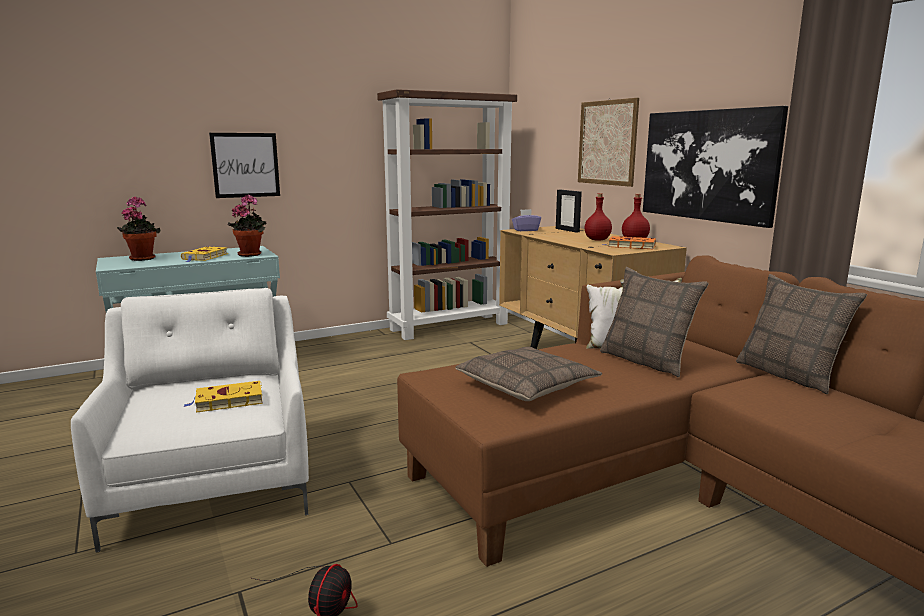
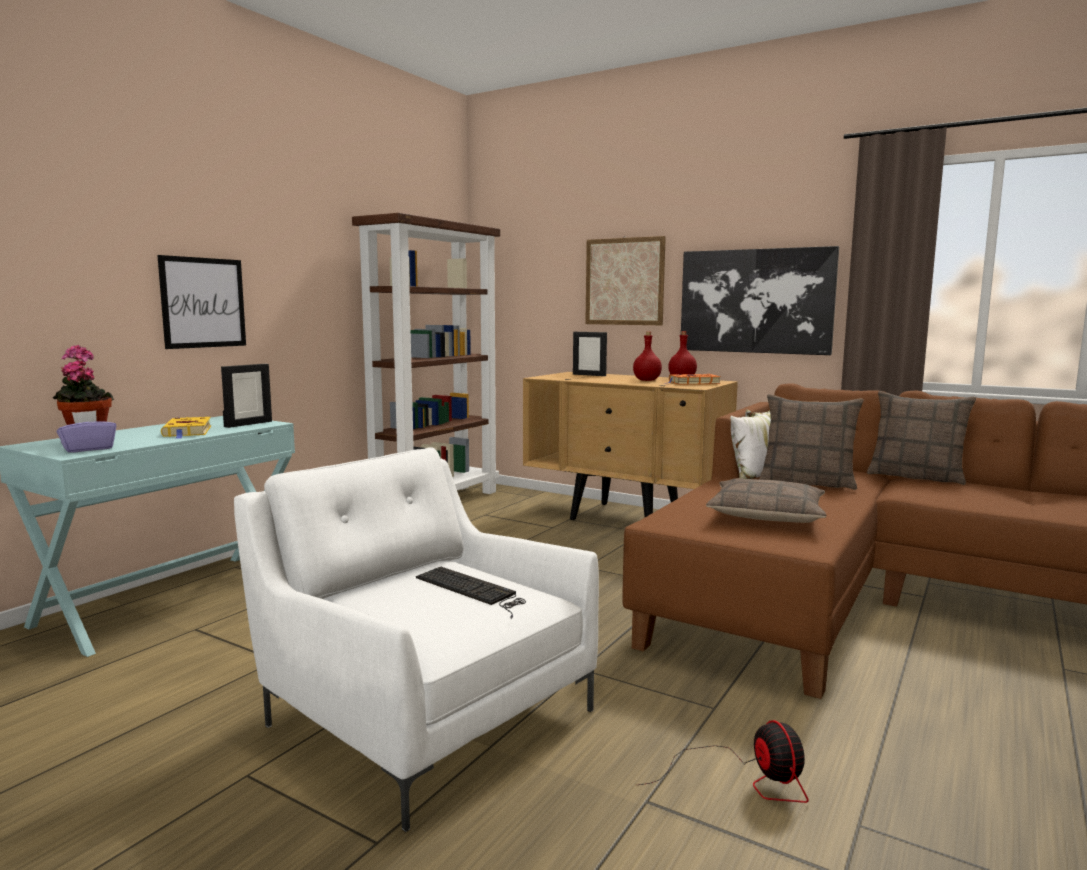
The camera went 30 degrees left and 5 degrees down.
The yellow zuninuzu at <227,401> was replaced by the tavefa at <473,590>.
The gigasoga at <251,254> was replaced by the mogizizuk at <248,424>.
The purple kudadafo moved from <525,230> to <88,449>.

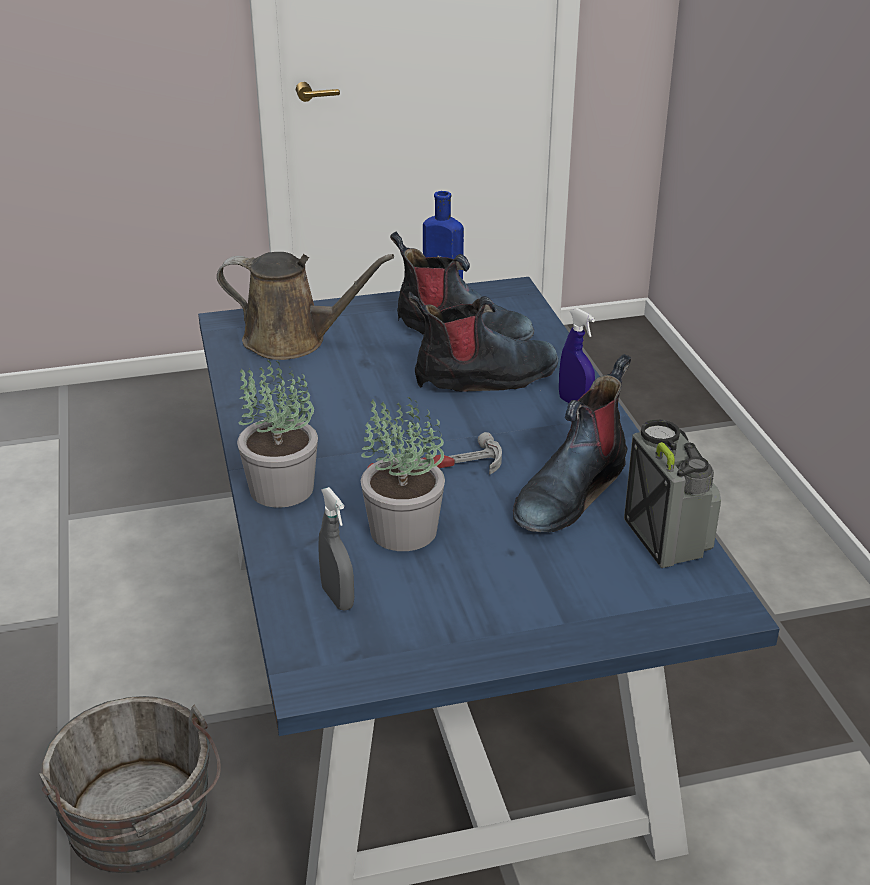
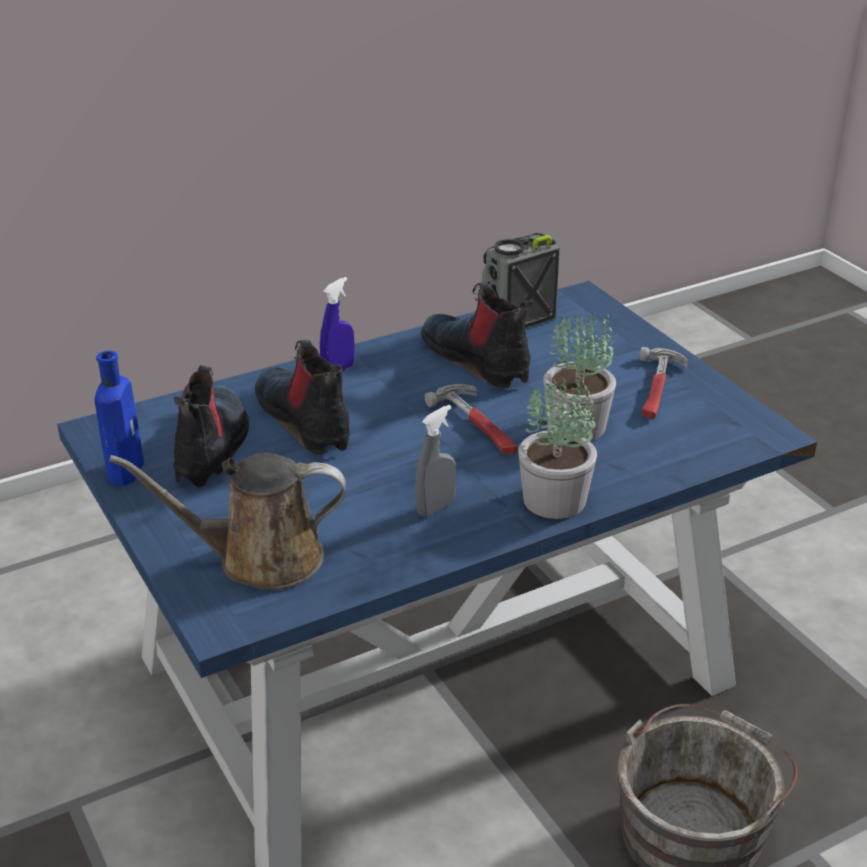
The camera went 105 degrees left and 0 degrees up.
The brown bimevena at <292,340> turned 90 degrees counterclockwise.
The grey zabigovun moved from <337,598> to <435,508>.
The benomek at <570,491> turned 150 degrees counterclockwise.
The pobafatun at <658,389> appeared.

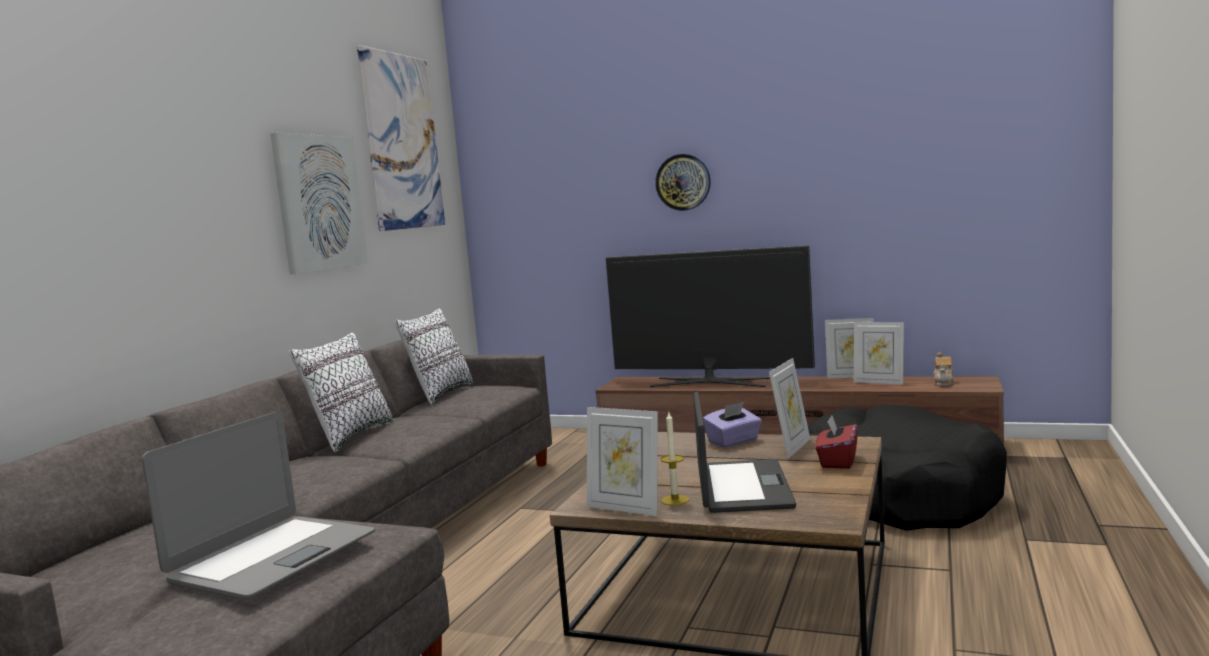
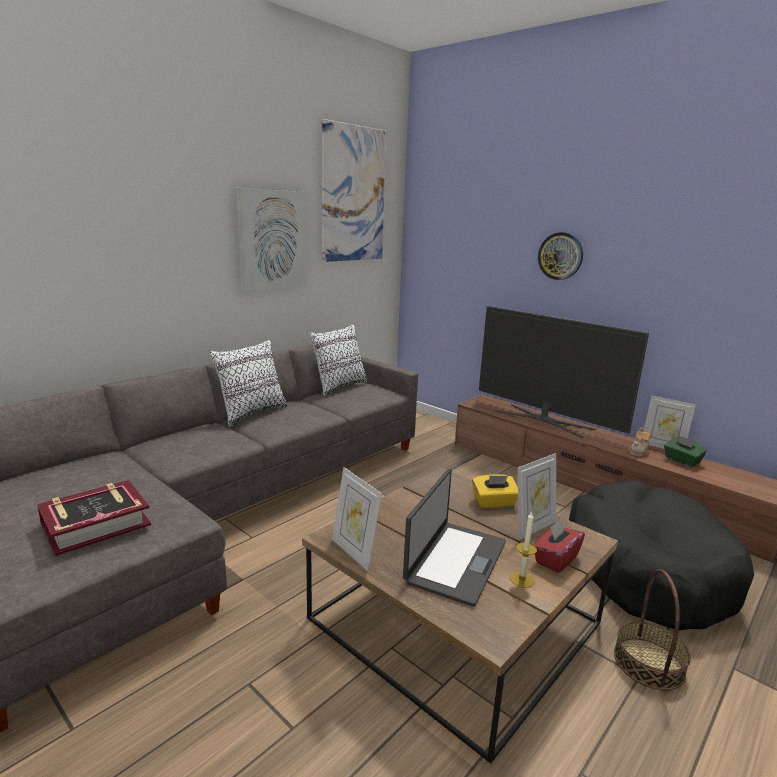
The camera went 20 degrees right and 10 degrees up.
The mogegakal at <273,558> was replaced by the zuninuzu at <96,524>.
The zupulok moved from <675,500> to <522,579>.
The purple kudadafo at <733,442> became the yellow kudadafo at <494,503>.
The mogizizuk at <879,382> was replaced by the green kudadafo at <682,461>.
The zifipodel moved from <944,383> to <639,452>.
The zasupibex at <649,663> appeared.

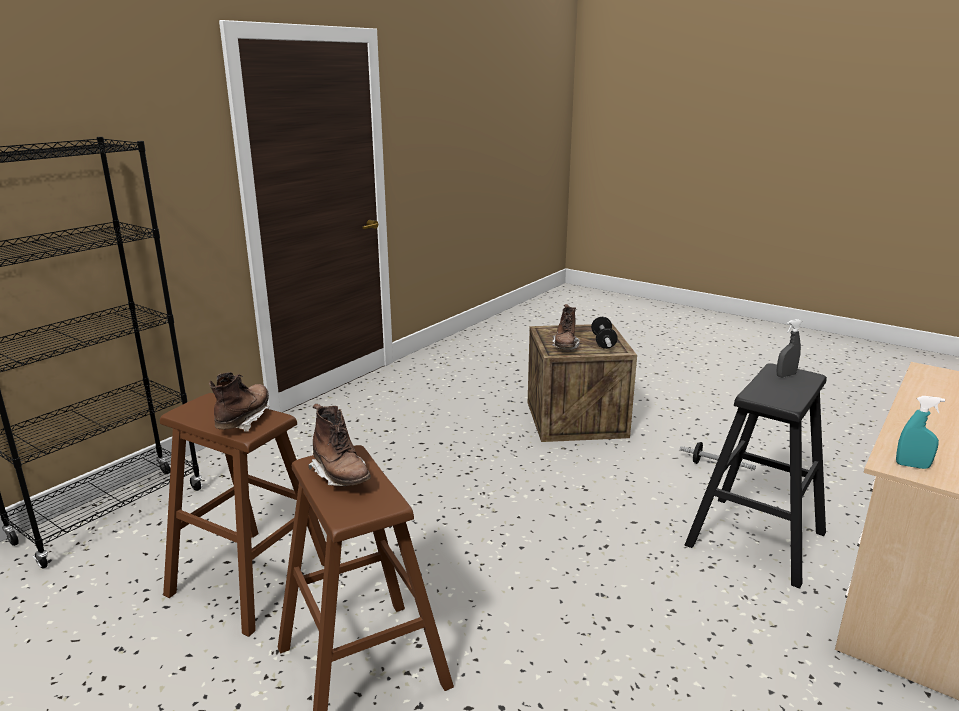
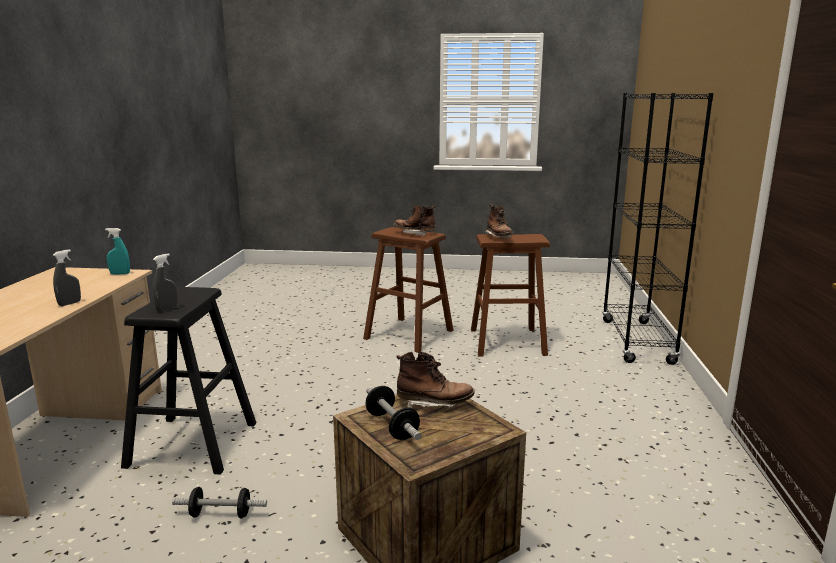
The camera went 150 degrees right and 5 degrees down.
The brown benomek at <565,346> turned 120 degrees clockwise.
The grey zabigovun at <69,303> appeared.

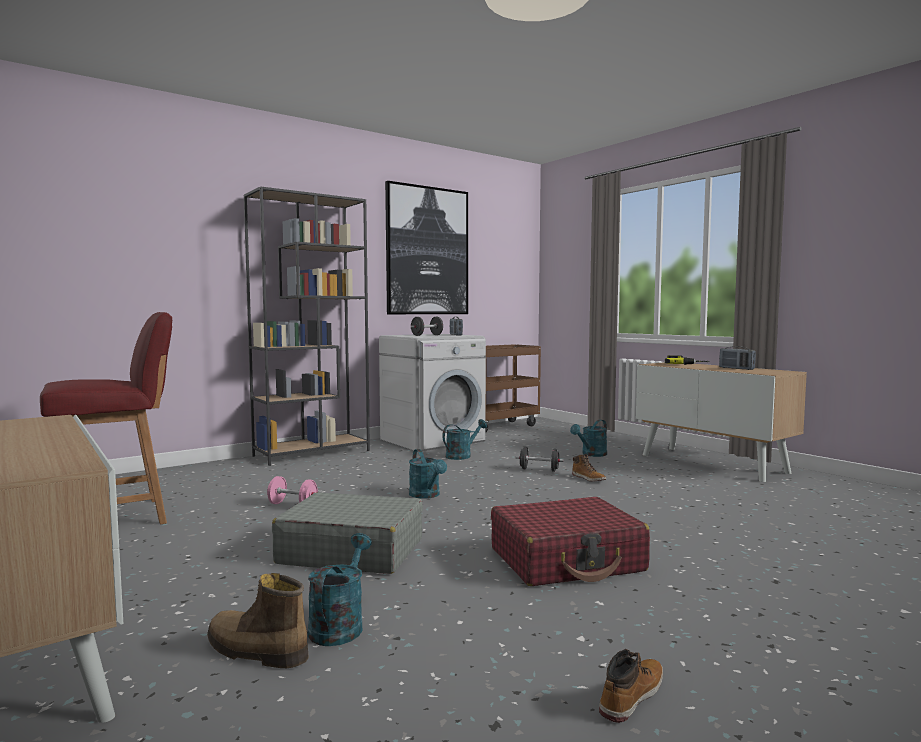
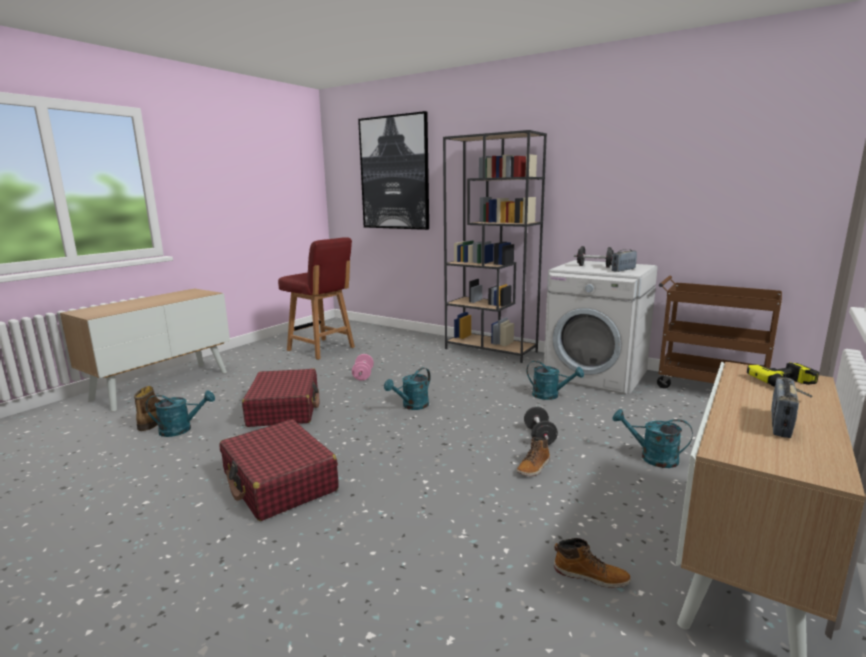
The camera went 70 degrees right and 10 degrees up.
The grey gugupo at <351,551> became the red gugupo at <284,409>.
The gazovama moved from <427,251> to <394,173>.
The benomek moved from <630,696> to <590,575>.

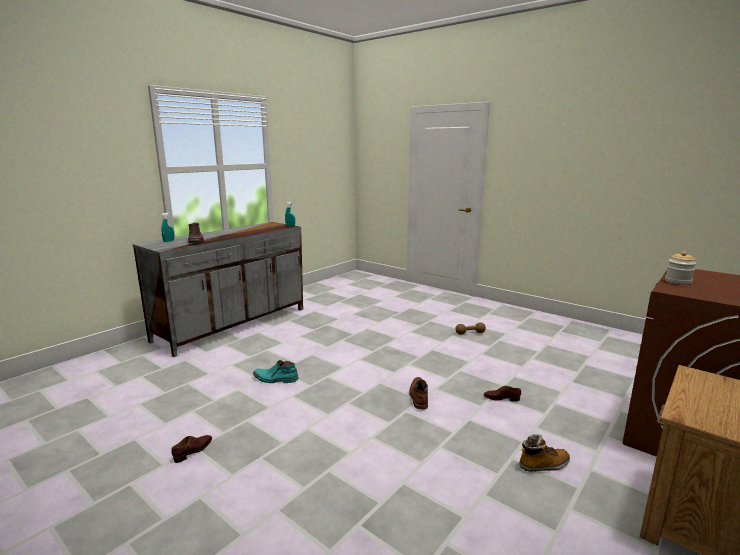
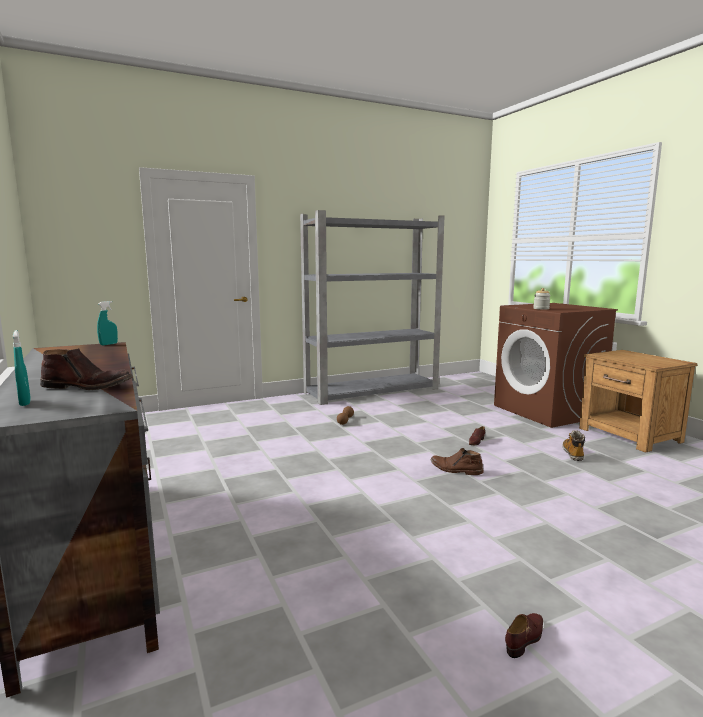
The camera went 65 degrees left and 5 degrees down.
The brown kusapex at <193,451> turned 75 degrees clockwise.
The turquoise benomek at <275,379> disappeared.
The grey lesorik at <372,391> appeared.

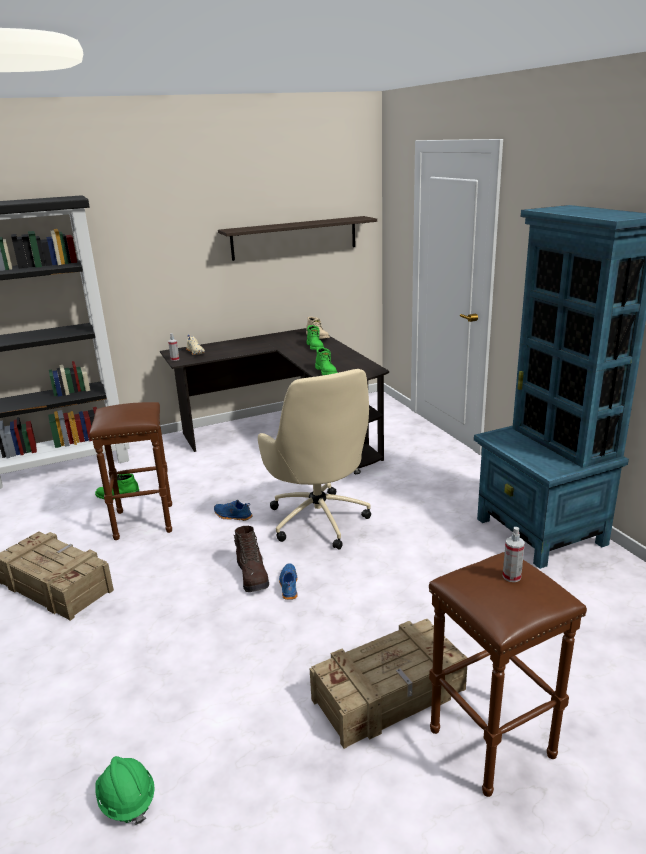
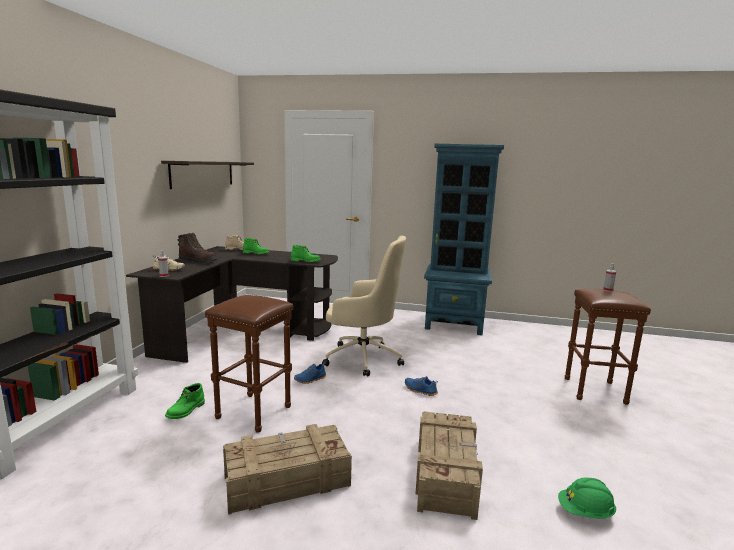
The camera went 55 degrees left and 10 degrees down.
The brown benomek moved from <253,576> to <198,261>.
The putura moved from <390,695> to <446,473>.

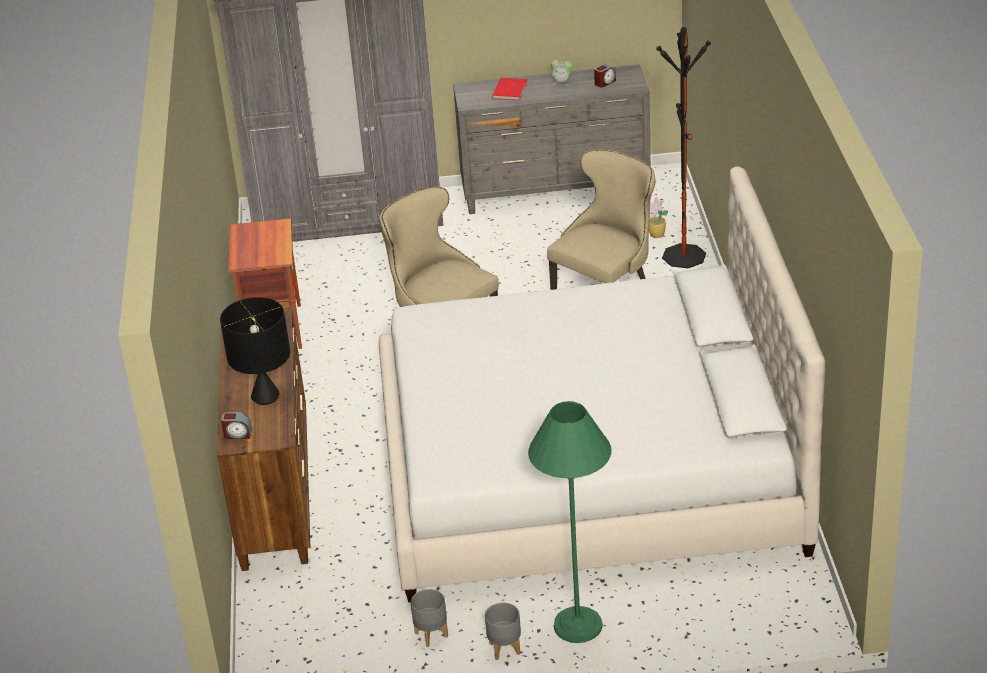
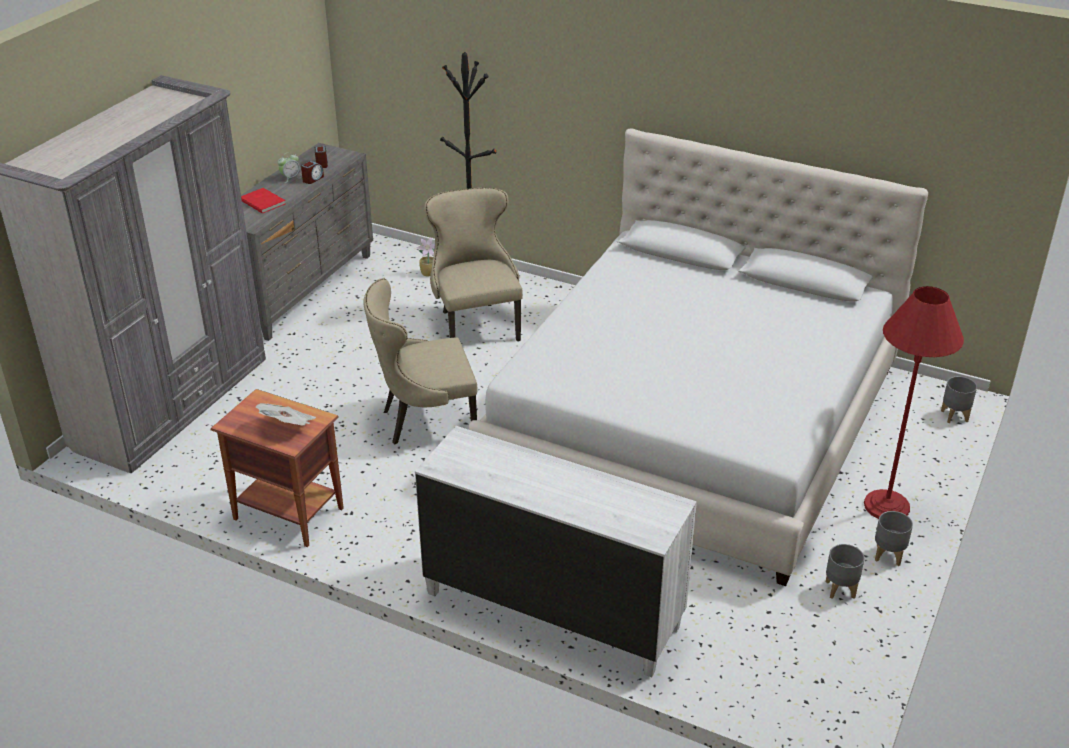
The camera went 60 degrees left and 0 degrees up.
The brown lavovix at <276,492> became the white lavovix at <551,609>.
The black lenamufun at <265,398> disappeared.
The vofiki moved from <237,434> to <313,179>.
The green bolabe at <578,625> became the red bolabe at <887,506>.
The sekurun at <288,426> appeared.
The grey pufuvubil at <954,416> appeared.

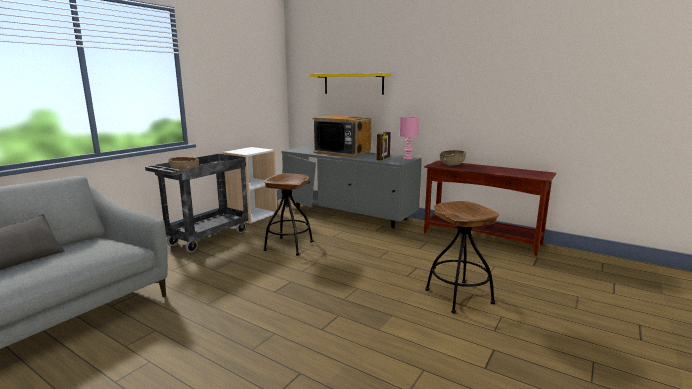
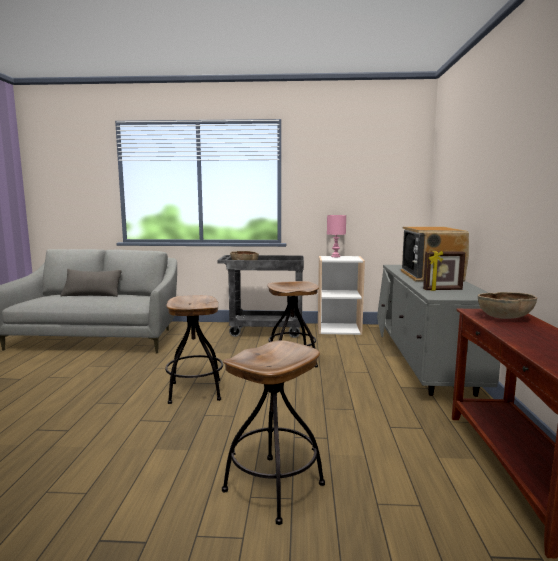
The camera went 60 degrees right and 5 degrees down.
The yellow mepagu at <353,84> disappeared.
The pink lenamufun moved from <408,158> to <335,256>.
The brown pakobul at <195,390> appeared.

